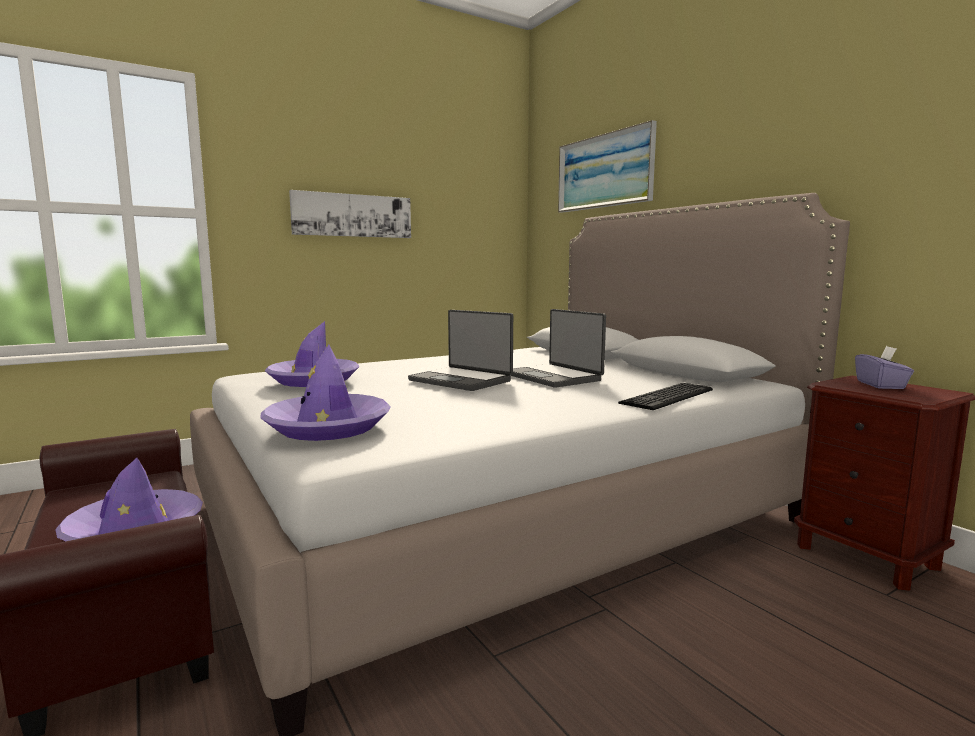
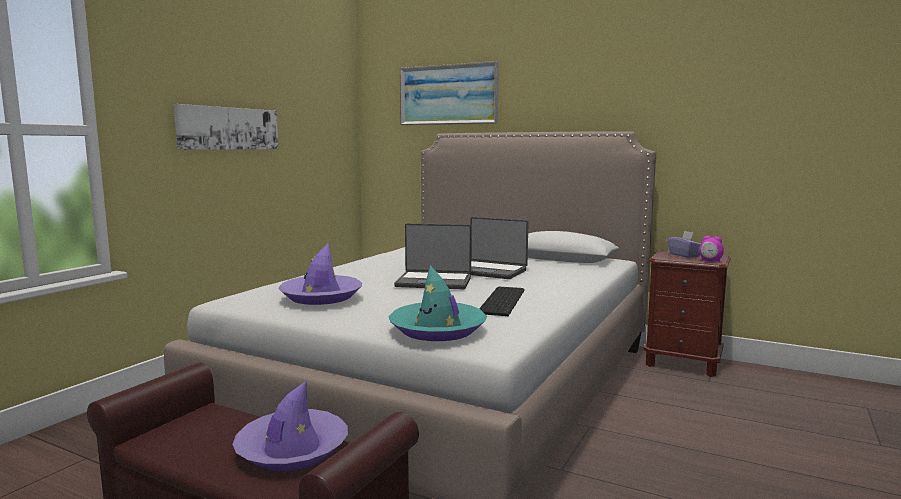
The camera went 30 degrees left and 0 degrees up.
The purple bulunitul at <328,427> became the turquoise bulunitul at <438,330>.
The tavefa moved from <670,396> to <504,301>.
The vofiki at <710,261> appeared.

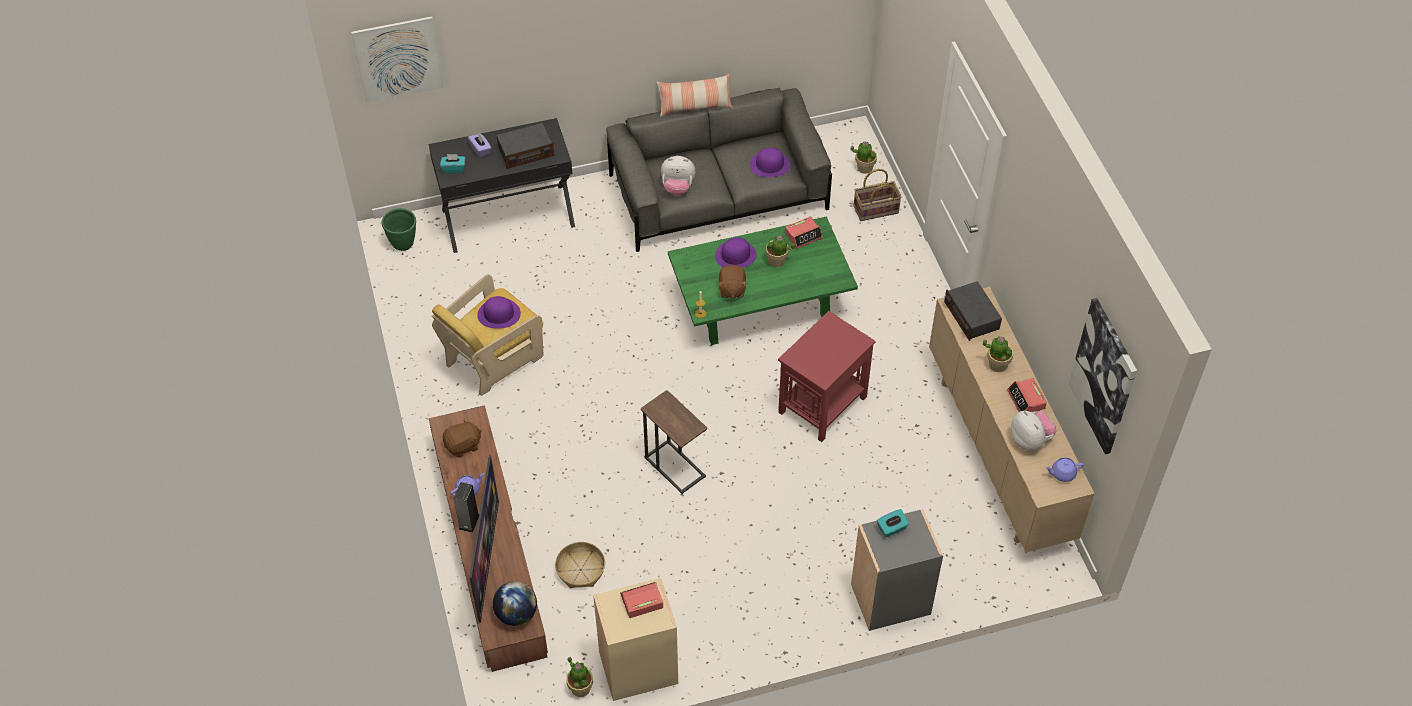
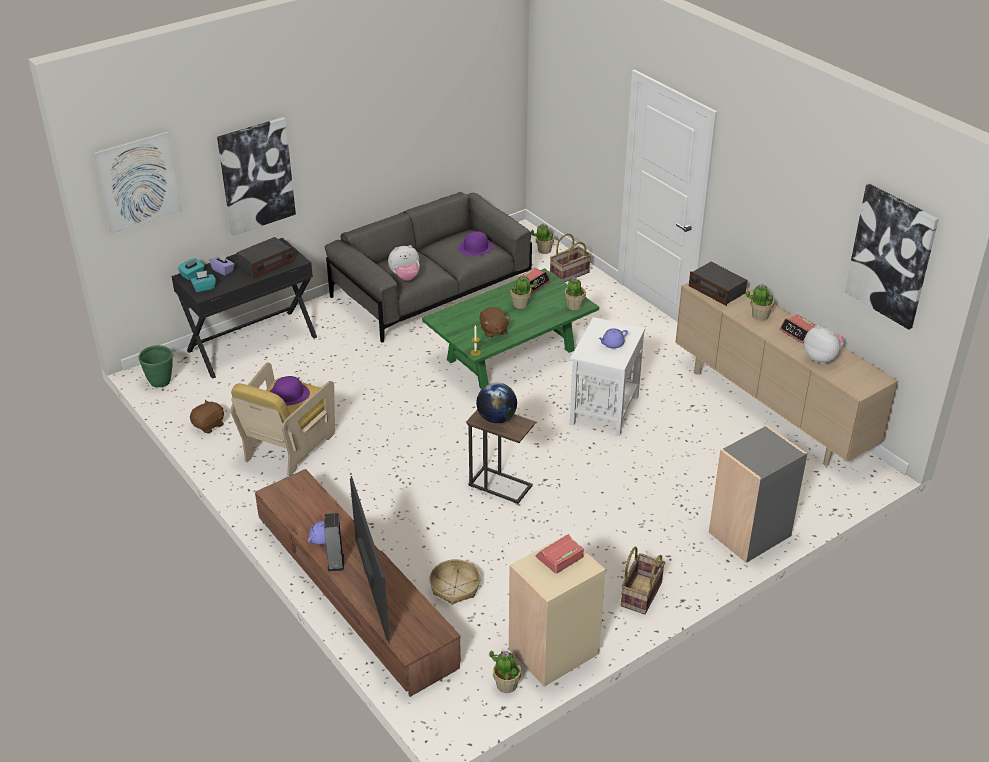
The camera went 20 degrees left and 15 degrees down.
The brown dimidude moved from <463,446> to <209,425>.
The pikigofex moved from <516,614> to <496,418>.
The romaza at <695,107> disappeared.
The purple bulunitul at <735,255> disappeared.
The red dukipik at <822,404> became the white dukipik at <603,410>.
The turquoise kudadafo moved from <892,528> to <192,275>.
The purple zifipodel moved from <1062,473> to <612,344>.
The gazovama at <256,176> appeared.
The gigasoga at <574,306> appeared.
The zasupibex at <640,593> appeared.

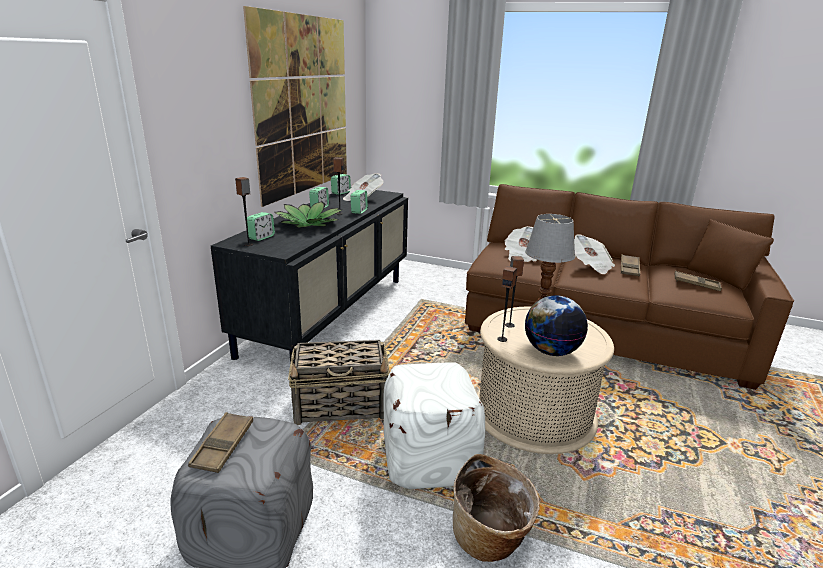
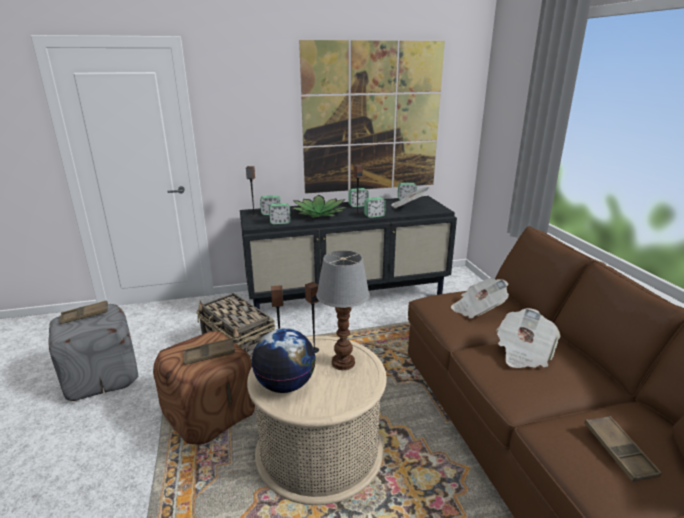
The camera went 55 degrees right and 0 degrees up.
The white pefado at <429,457> became the brown pefado at <210,414>.
The zasupibex at <490,539> disappeared.
The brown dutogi moved from <629,268> to <209,354>.
The vofiki at <280,222> appeared.

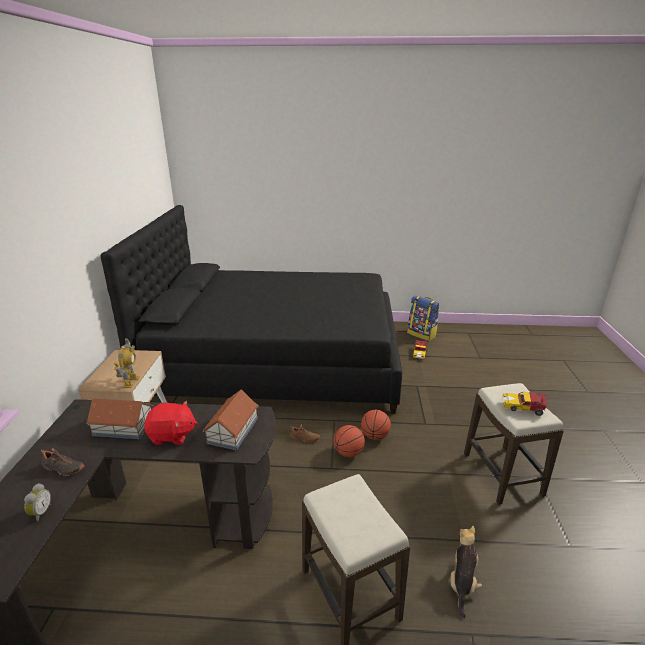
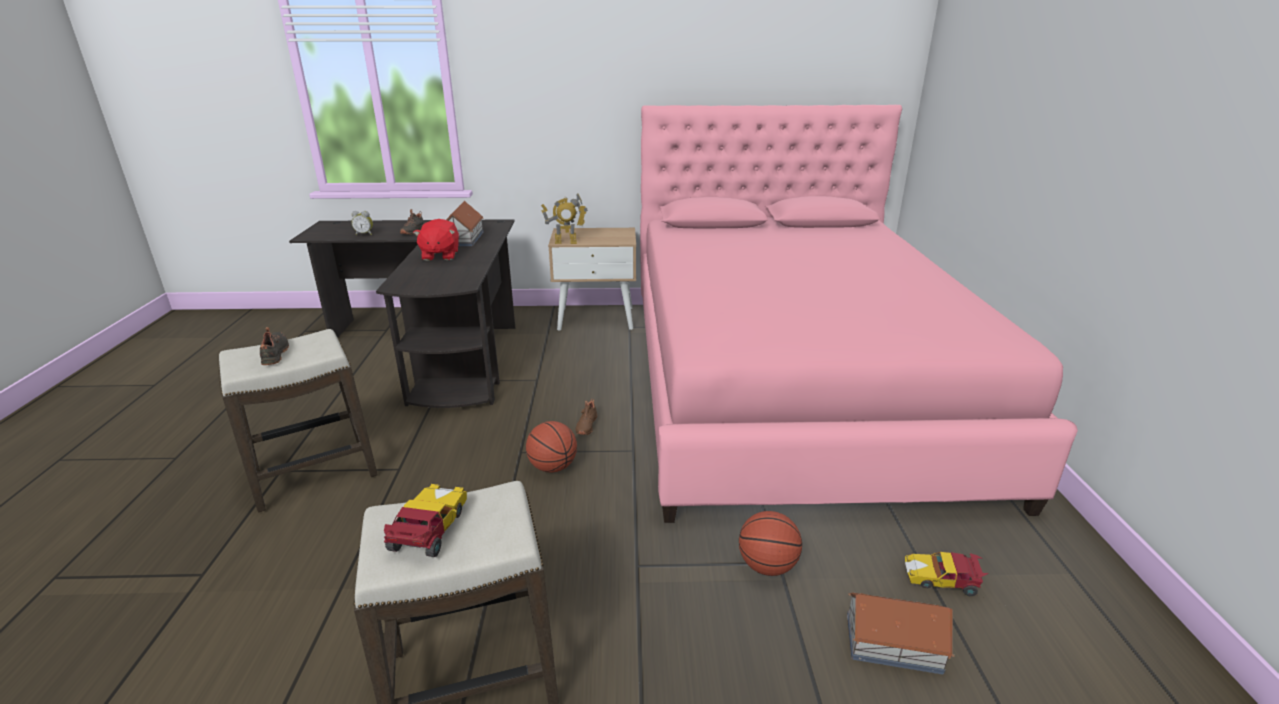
The camera went 85 degrees right and 0 degrees up.
The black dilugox at <276,360> became the pink dilugox at <790,384>.
The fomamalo moved from <232,431> to <892,642>.
The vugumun moved from <375,436> to <767,566>.
The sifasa at <422,334> disappeared.
The dimidude at <462,582> disappeared.
The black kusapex at <276,353> appeared.

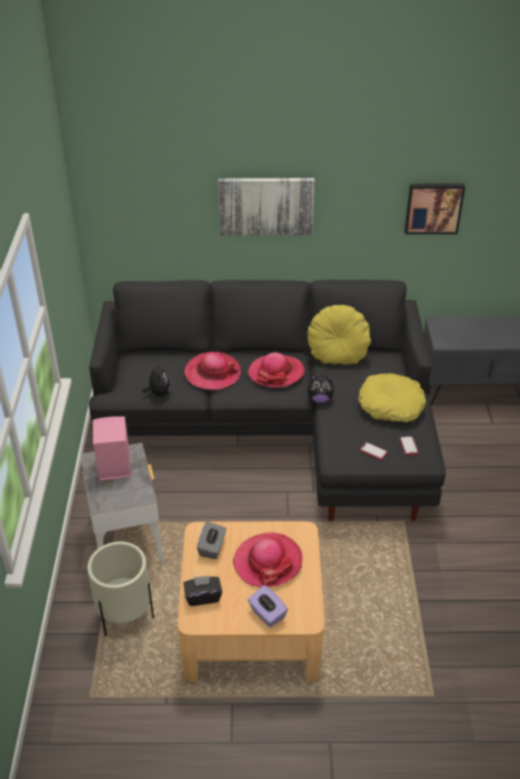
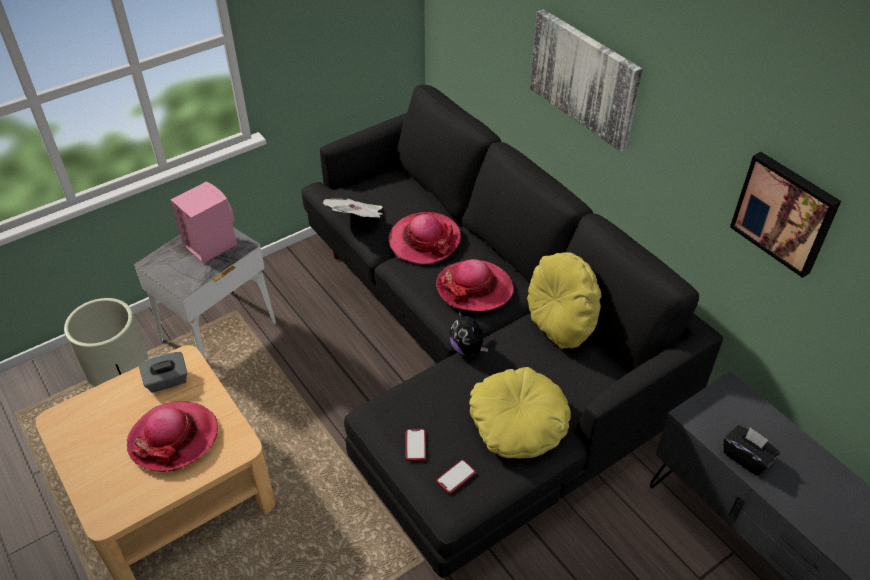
The camera went 55 degrees right and 5 degrees up.
The dimidude at <159,393> was replaced by the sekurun at <357,219>.
The black kudadafo moved from <203,597> to <746,457>.
The purple kudadafo at <267,614> disappeared.

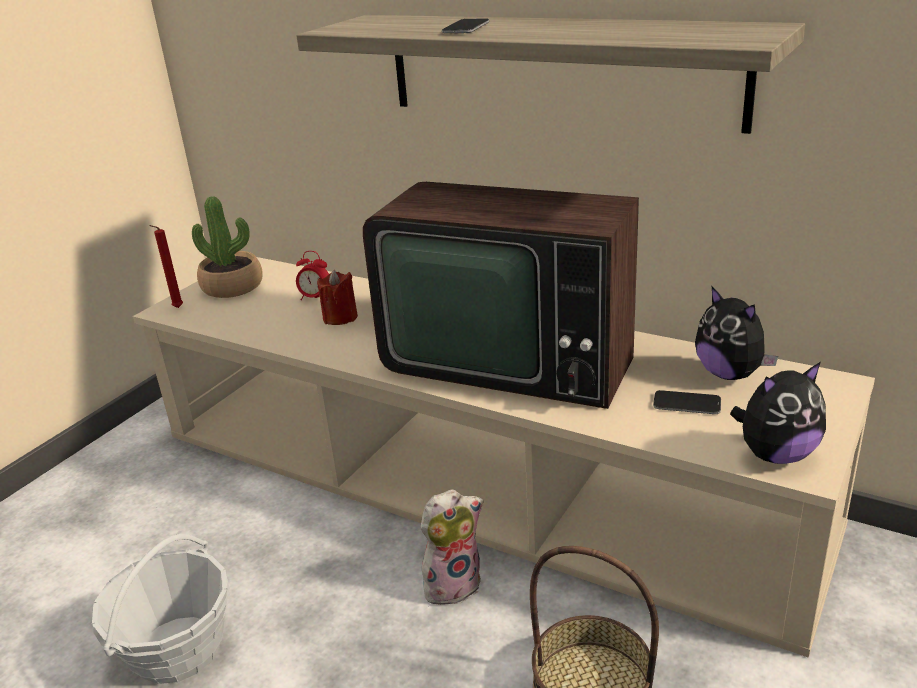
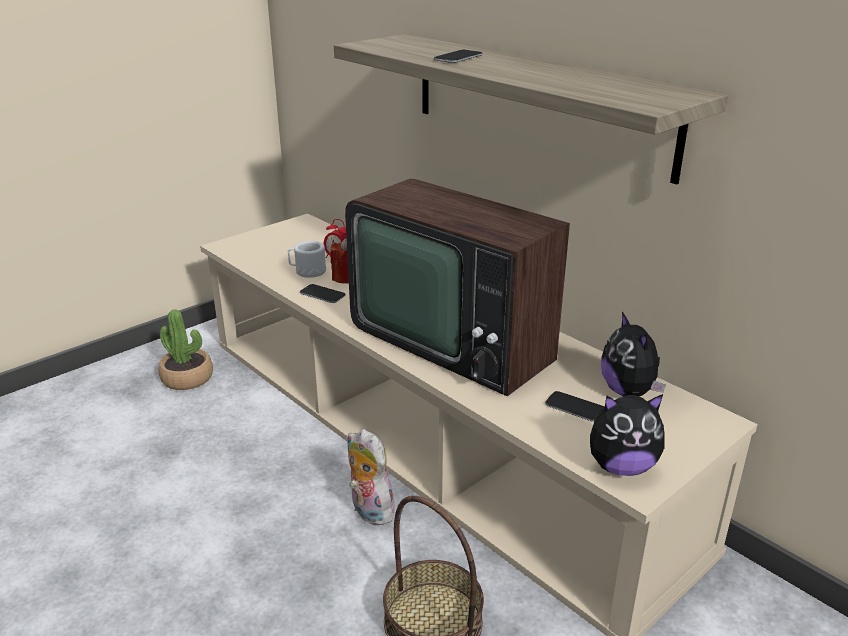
The camera went 15 degrees right and 0 degrees up.
The zasupibex at <177,649> disappeared.
The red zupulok at <176,308> disappeared.
The gigasoga moved from <232,286> to <187,378>.
The dimidude at <453,584> turned 120 degrees counterclockwise.
The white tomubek at <307,271> appeared.
The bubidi at <322,294> appeared.

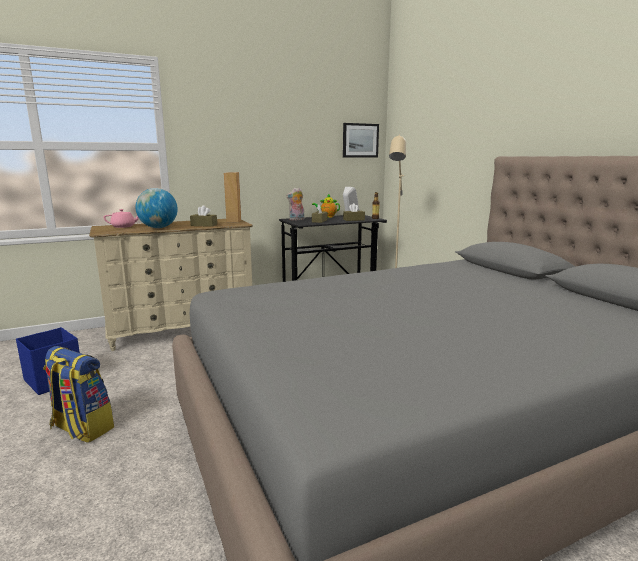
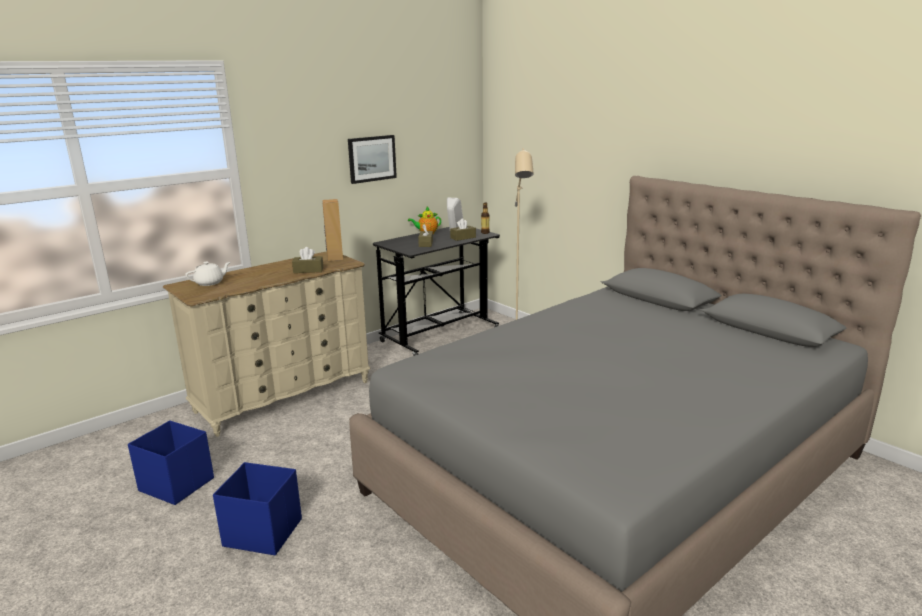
The camera went 15 degrees left and 5 degrees up.
The sifasa at <81,428> was replaced by the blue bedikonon at <262,532>.
The pink zifipodel at <124,226> became the white zifipodel at <210,283>.
The pikigofex at <158,228> disappeared.
The dimidude at <296,219> disappeared.
The gazovama moved from <360,140> to <371,158>.

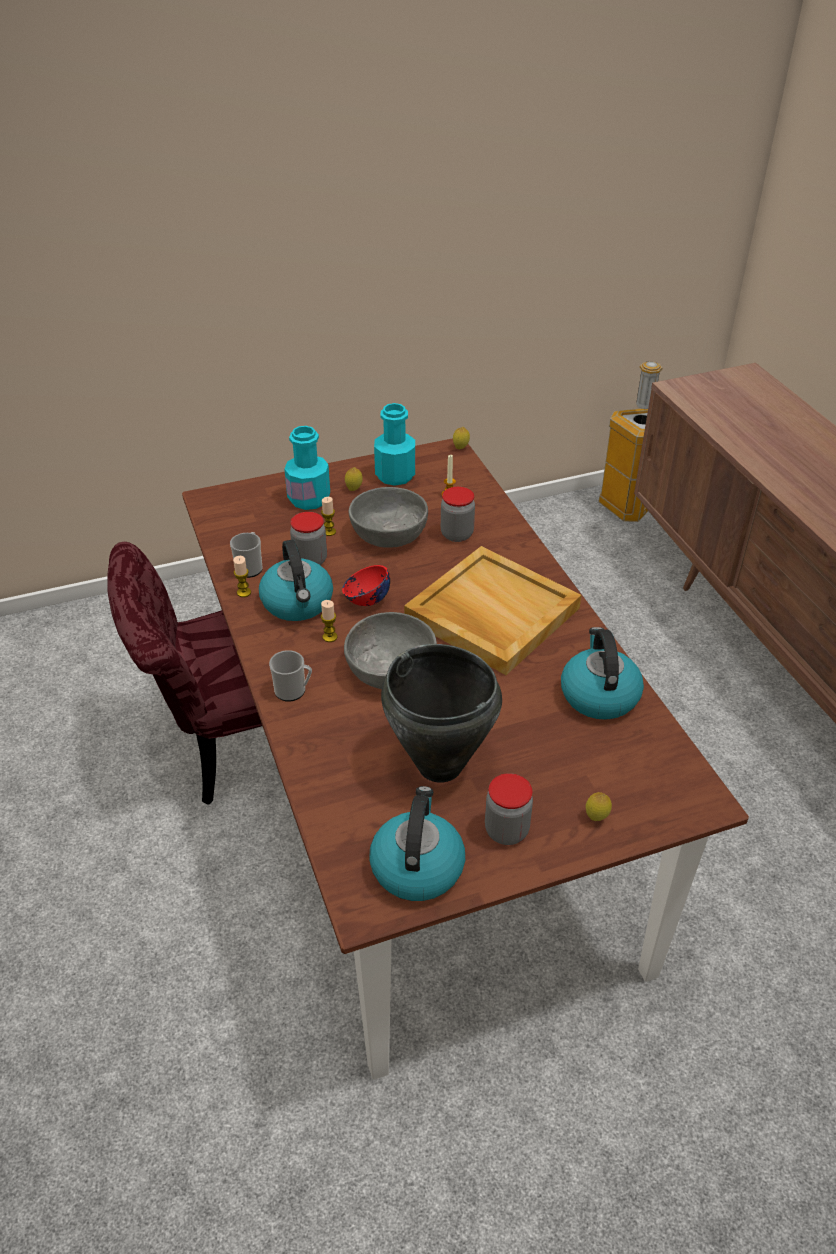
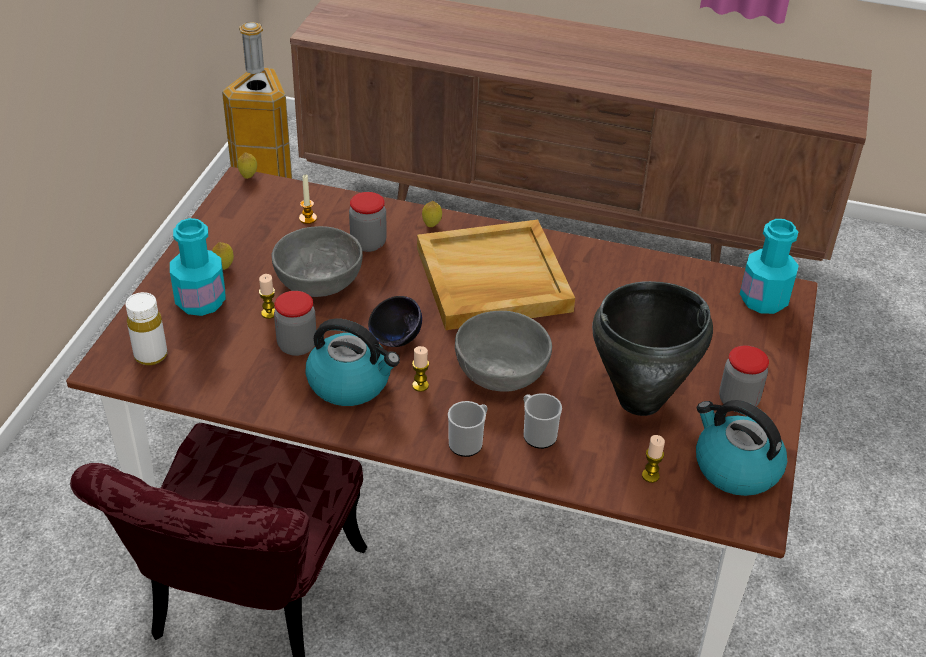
The camera went 55 degrees left and 0 degrees up.
The tomubek moved from <250,567> to <537,434>.
The zupulok moved from <244,592> to <650,476>.
The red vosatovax at <366,600> became the black vosatovax at <395,339>.
The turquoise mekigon moved from <395,475> to <763,300>.
The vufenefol at <598,695> disappeared.
The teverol moved from <596,818> to <431,225>.
The white mekigon at <151,355> appeared.

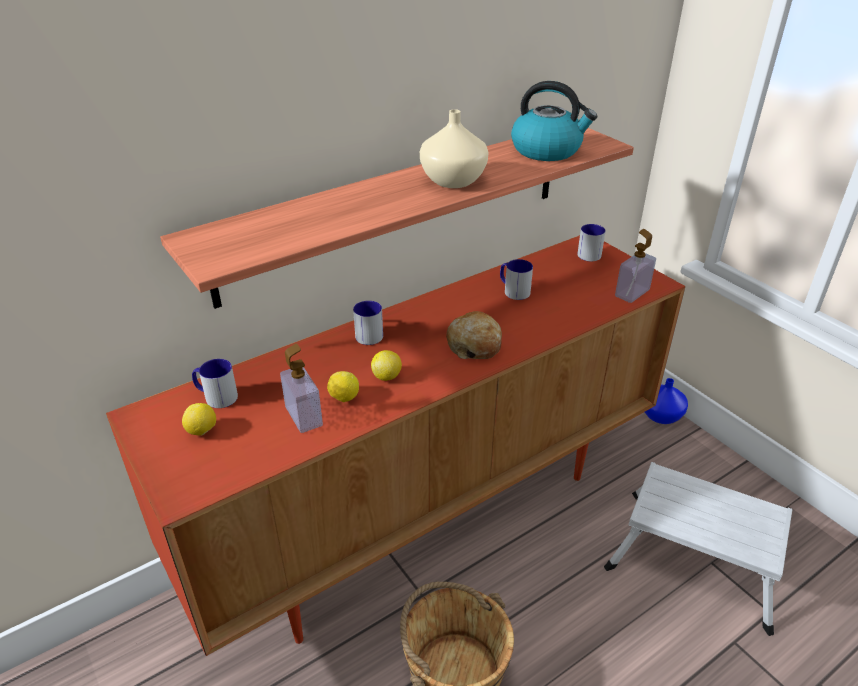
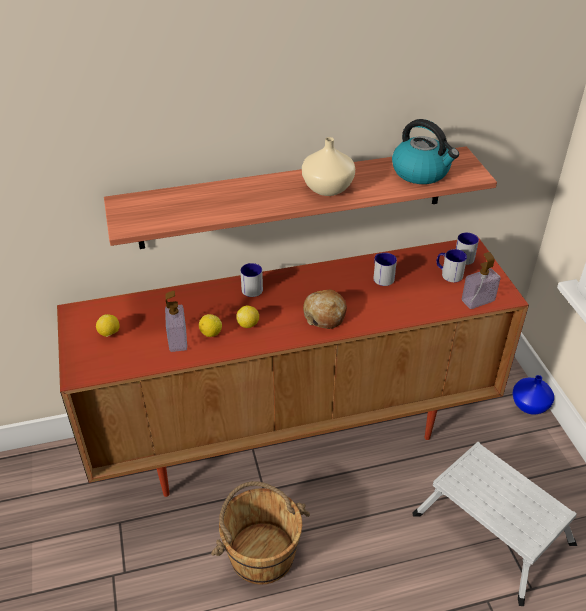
The camera went 20 degrees right and 5 degrees up.
The tomubek moved from <216,396> to <448,274>.

